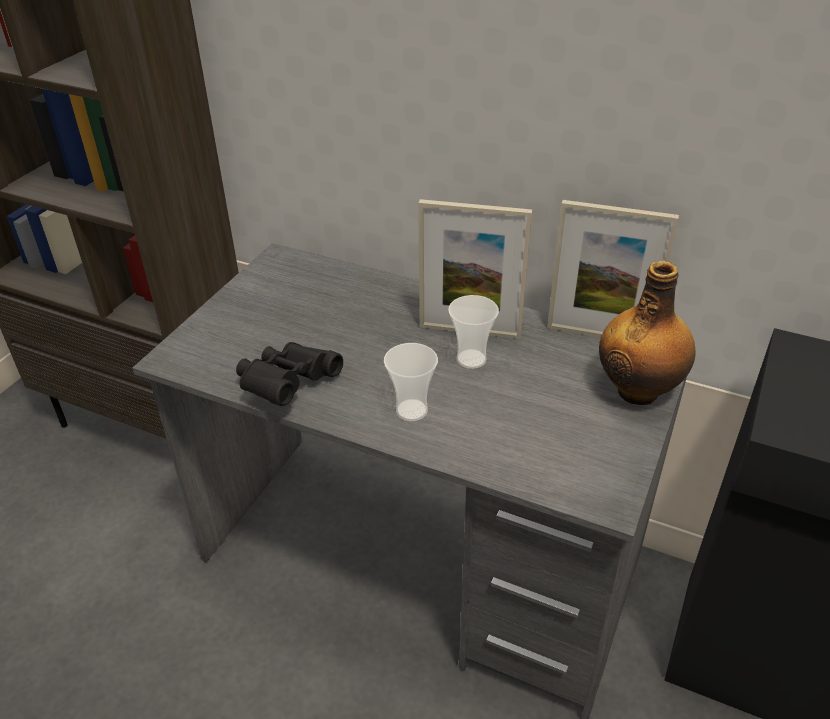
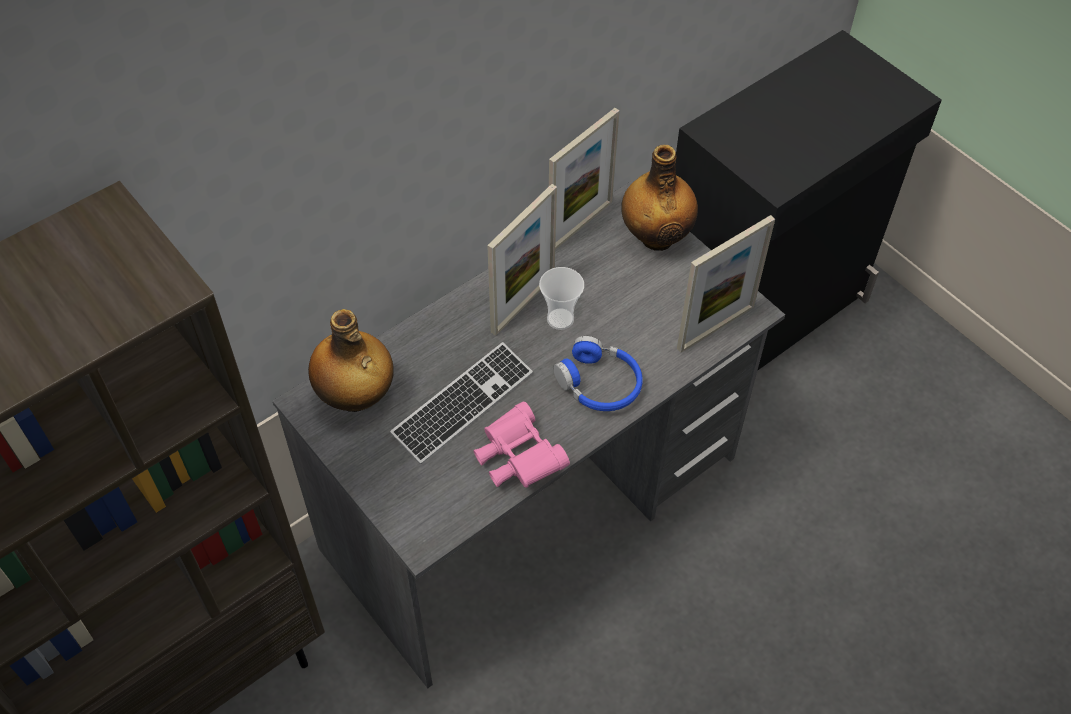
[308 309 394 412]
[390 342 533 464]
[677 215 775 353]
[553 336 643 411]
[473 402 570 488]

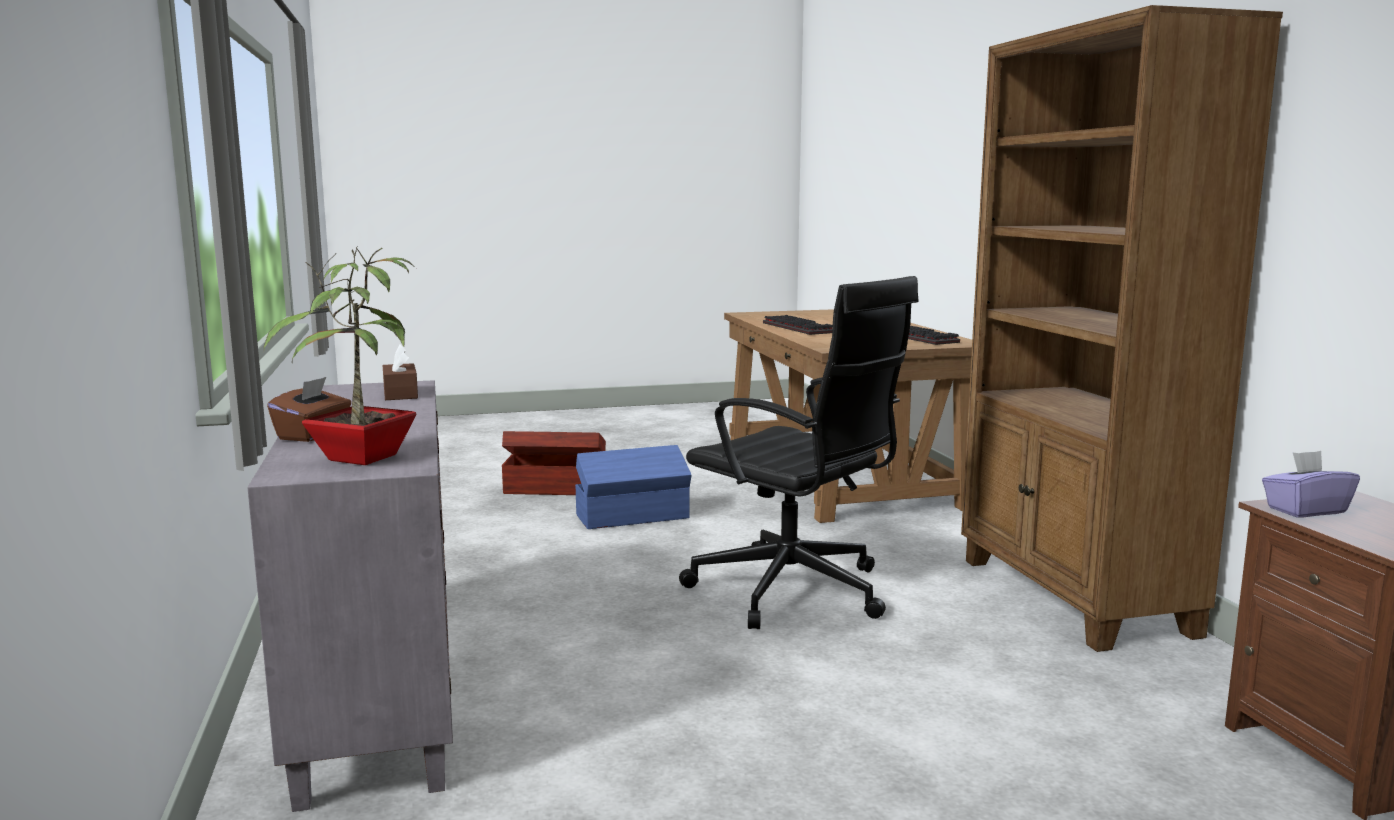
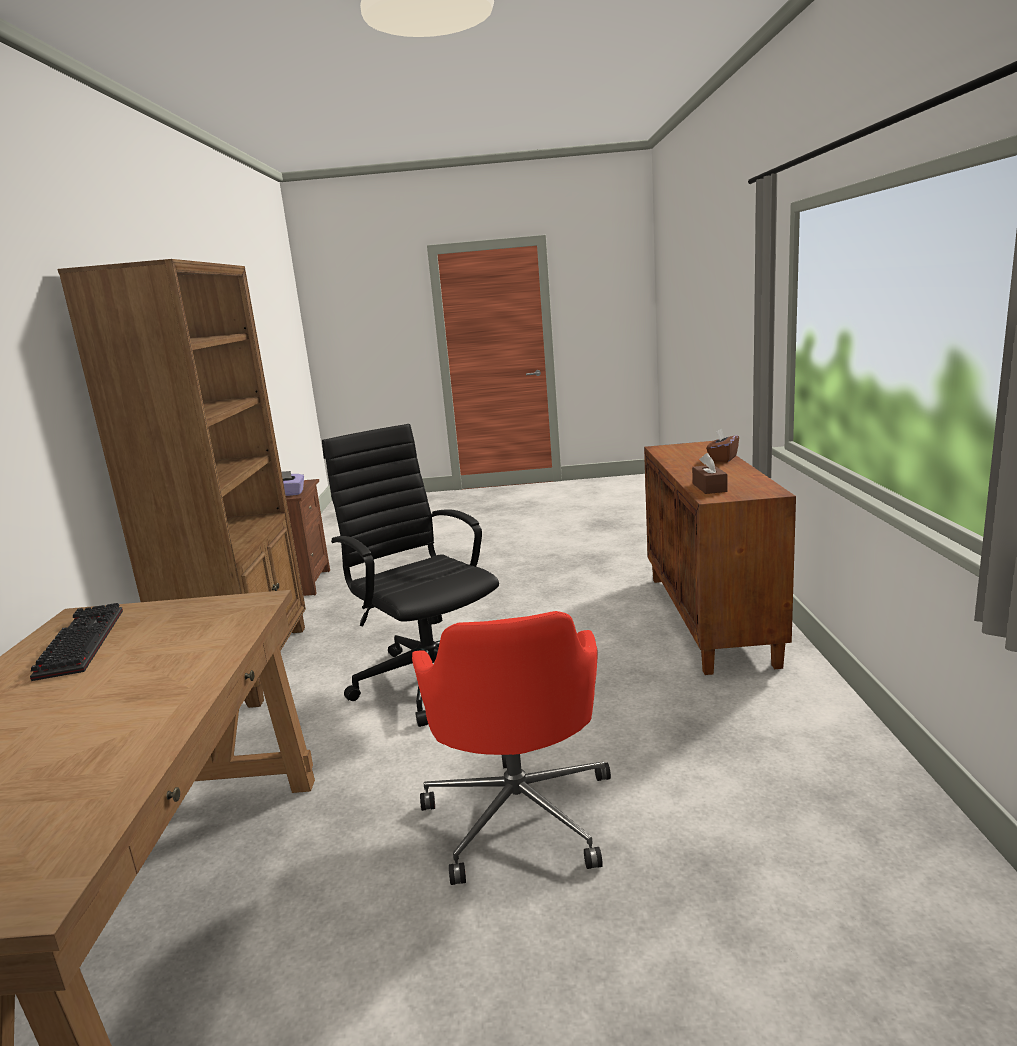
[264 248 417 465] (first image)
[502 431 606 495] (first image)
[763 315 833 335] (first image)
[412 611 611 885]
[644 441 796 675]

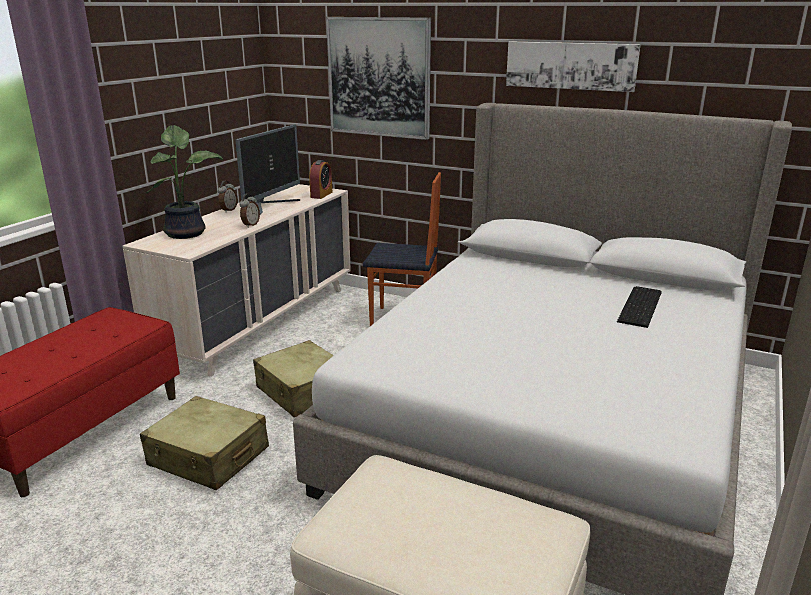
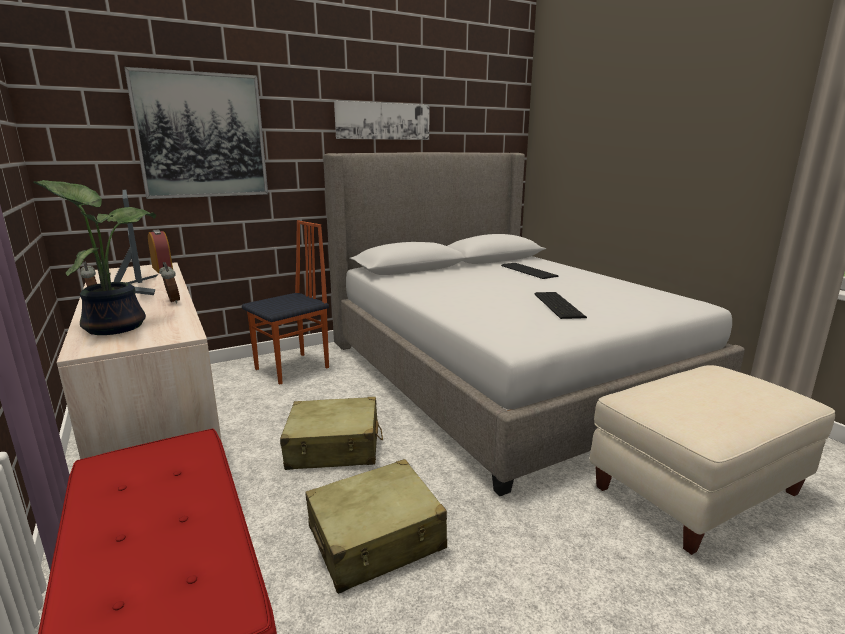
[534 292 587 319]

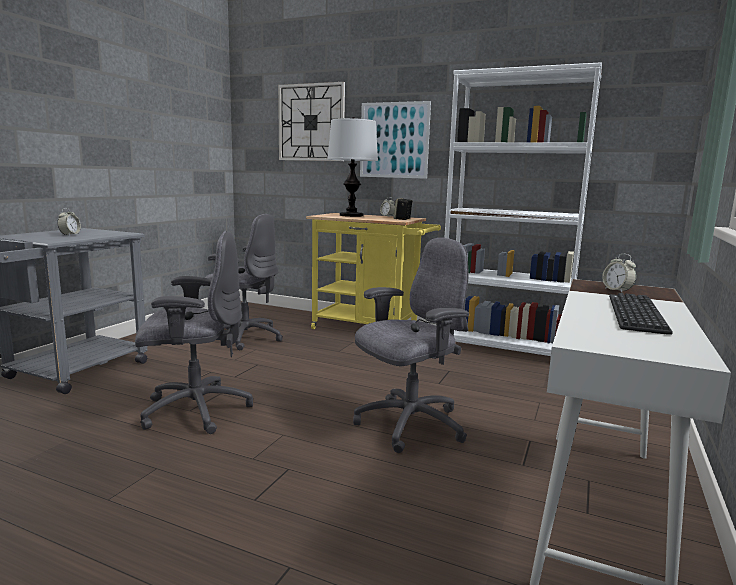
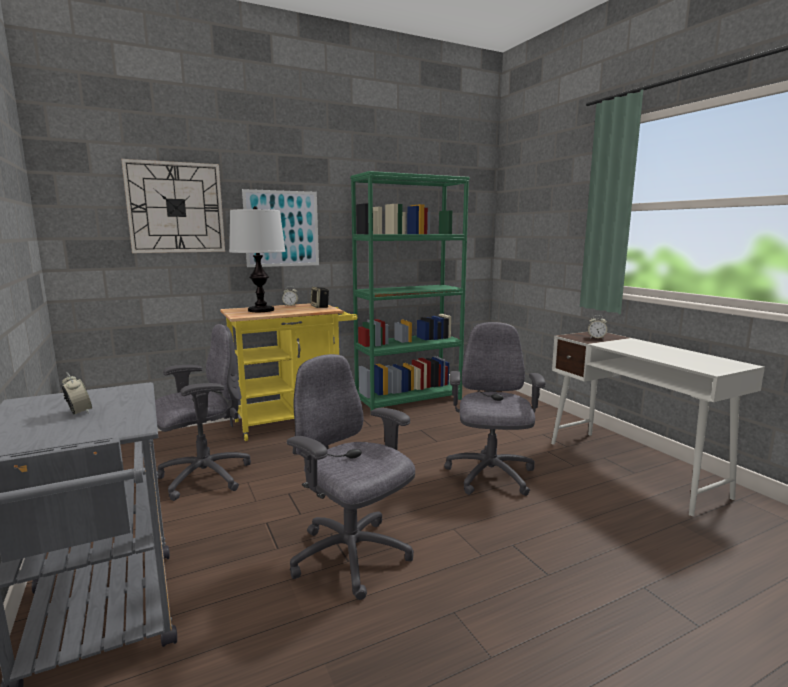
[609 293 673 335] (first image)
[350 171 470 414]
[287 354 415 600]

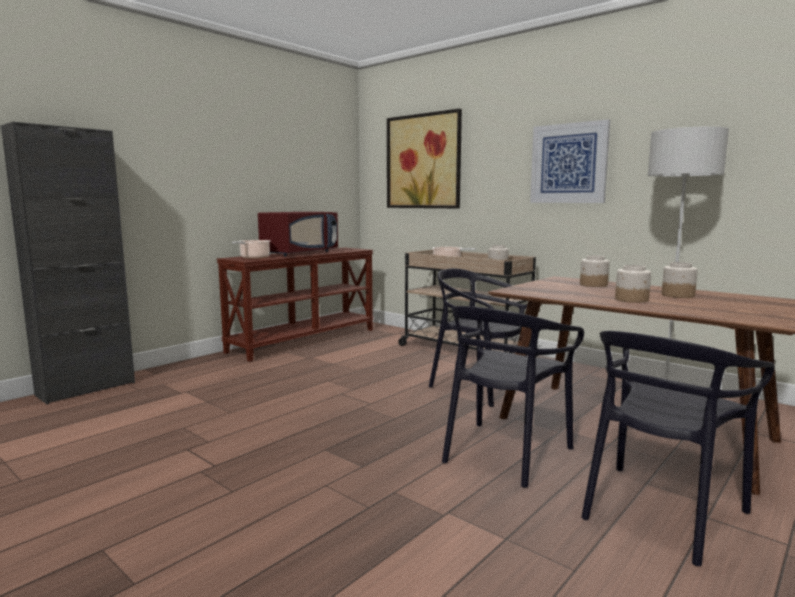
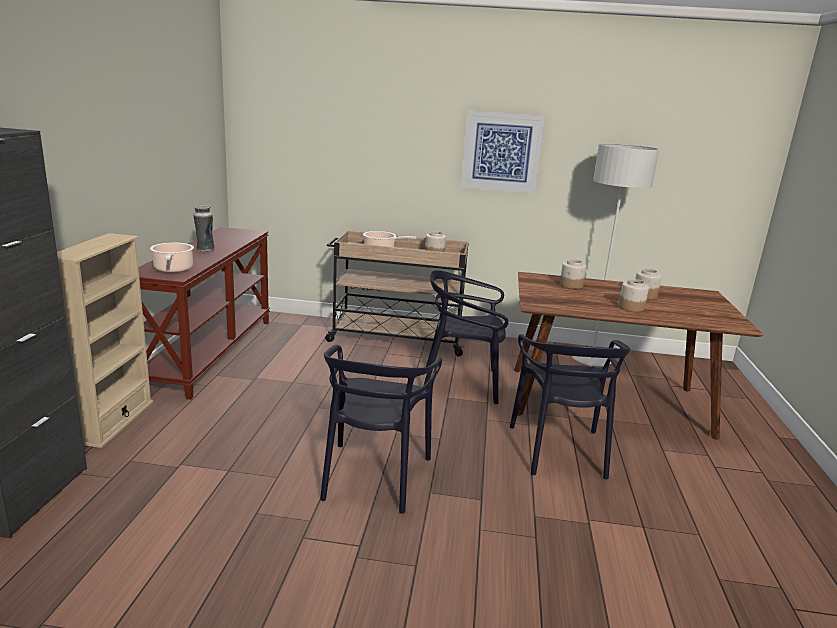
[387 108 462 208] (first image)
[57 233 153 448]
[320 345 442 514]
[193 205 215 252]

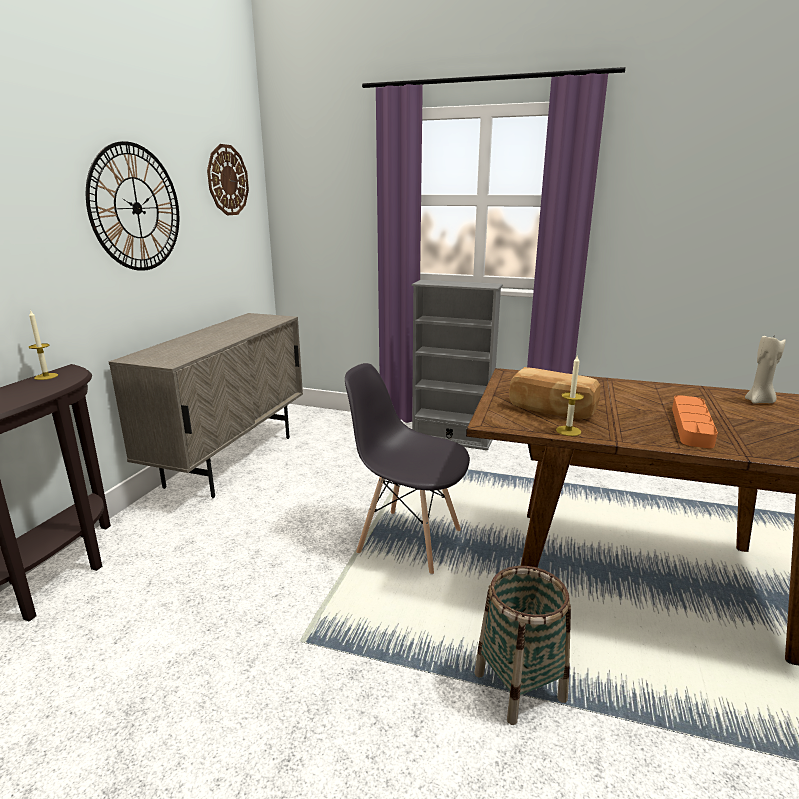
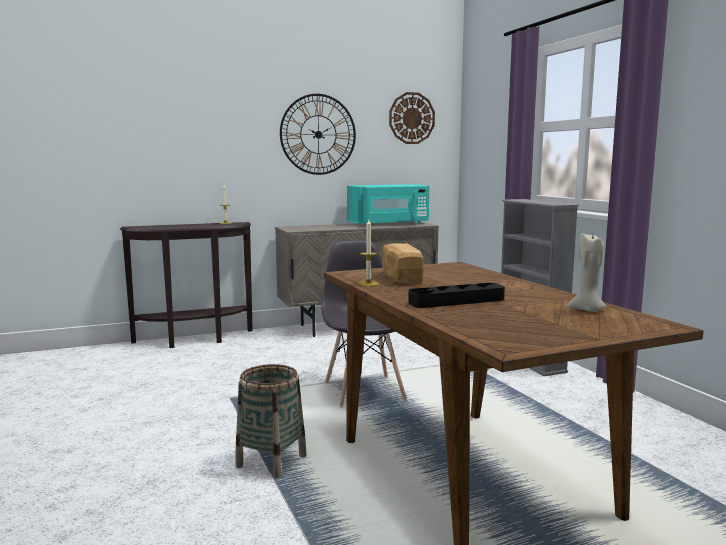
[347 184 429 224]
[408 283 505 308]

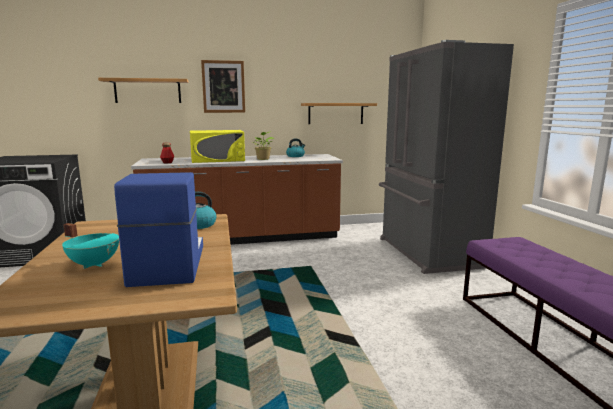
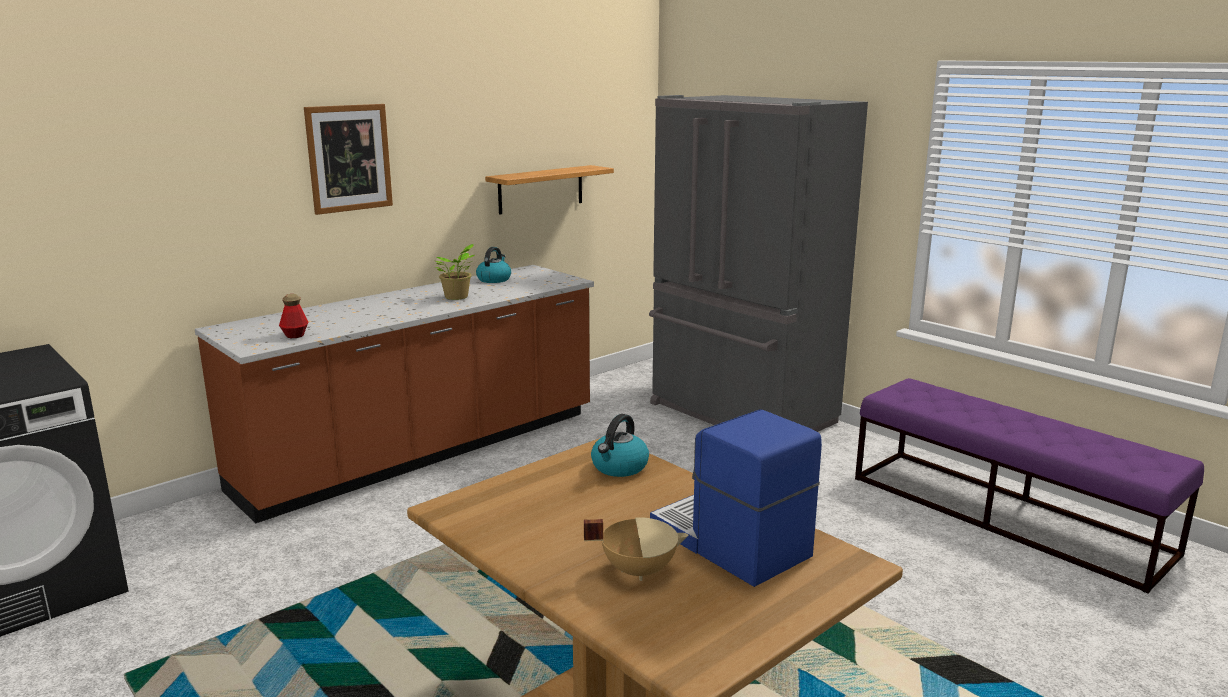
[98 78 189 103] (first image)
[190 130 245 163] (first image)
[584 517 688 581]

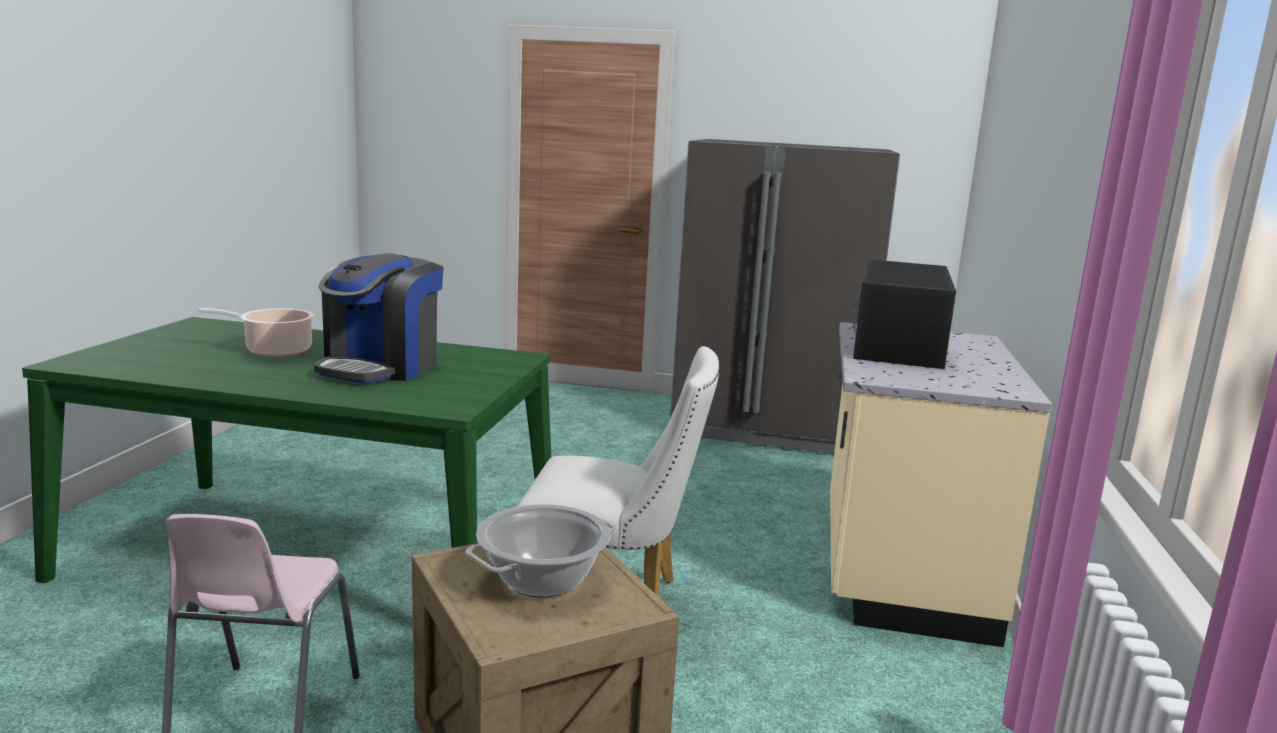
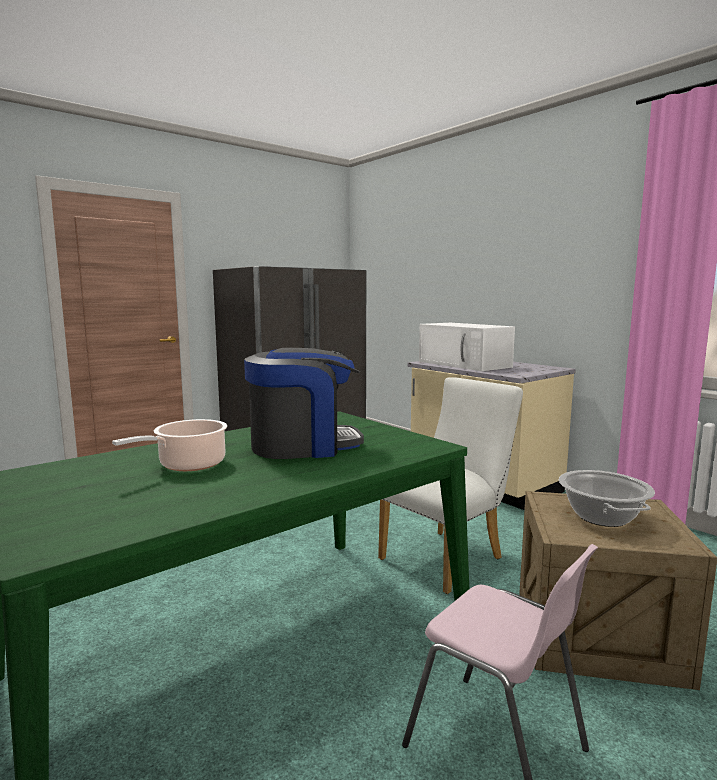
[419 323 515 371]
[244 348 364 459]

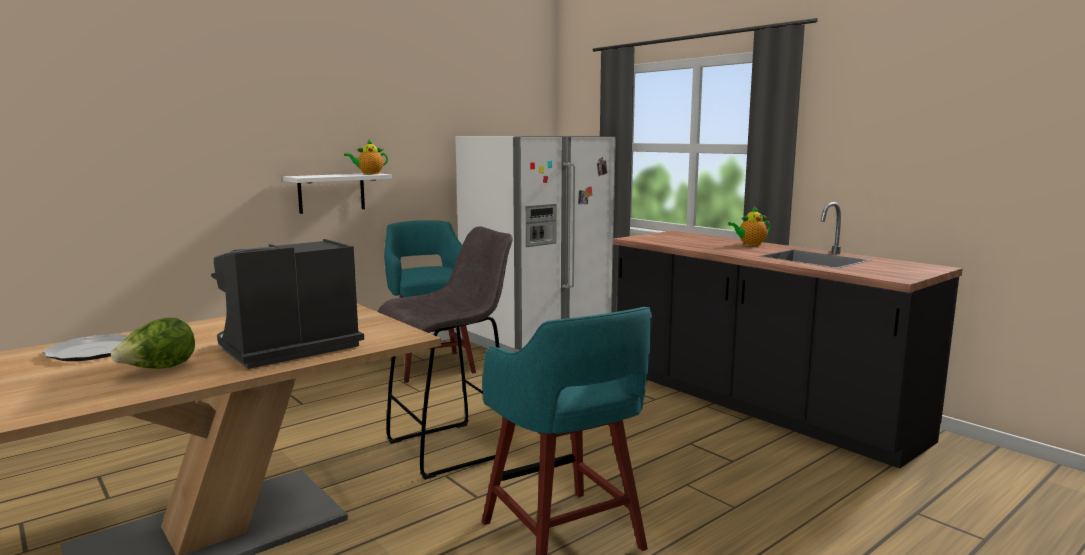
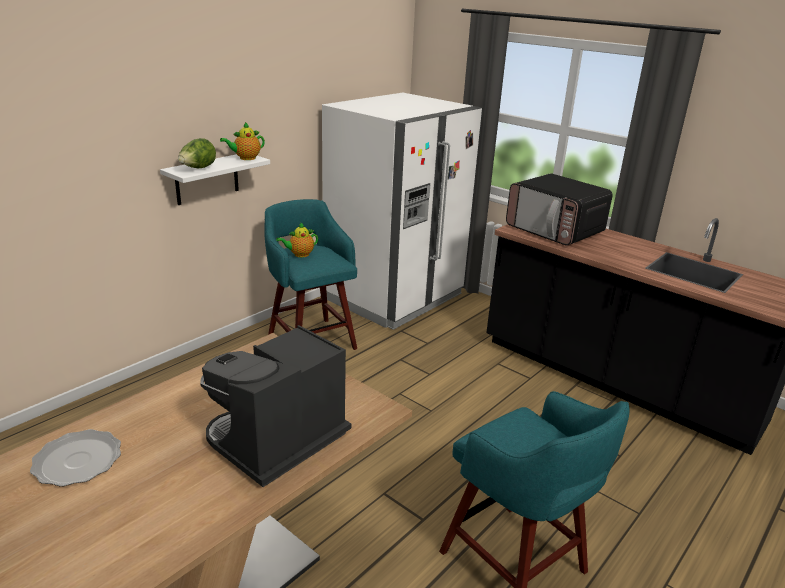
[378 226 513 480] (first image)
[506 173 613 246]
[178 138 216 168]
[276 222 318 257]

